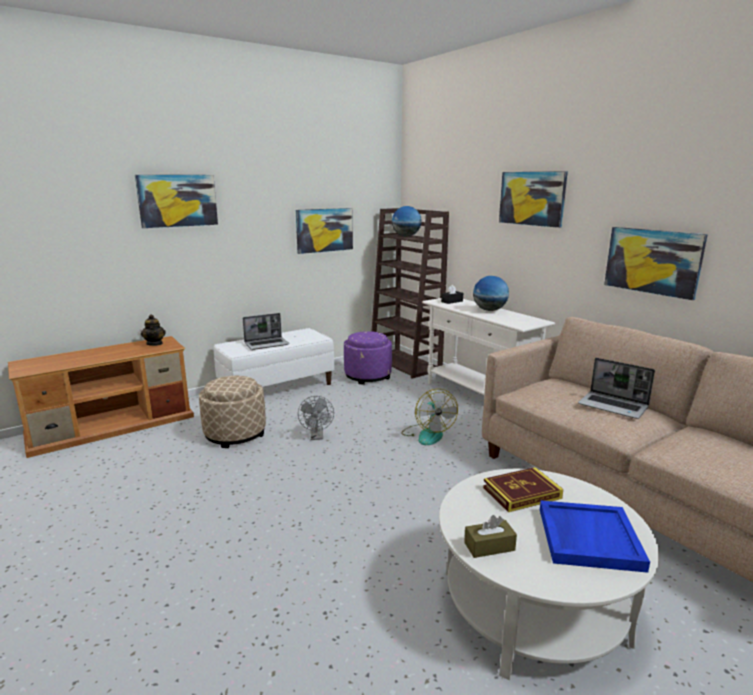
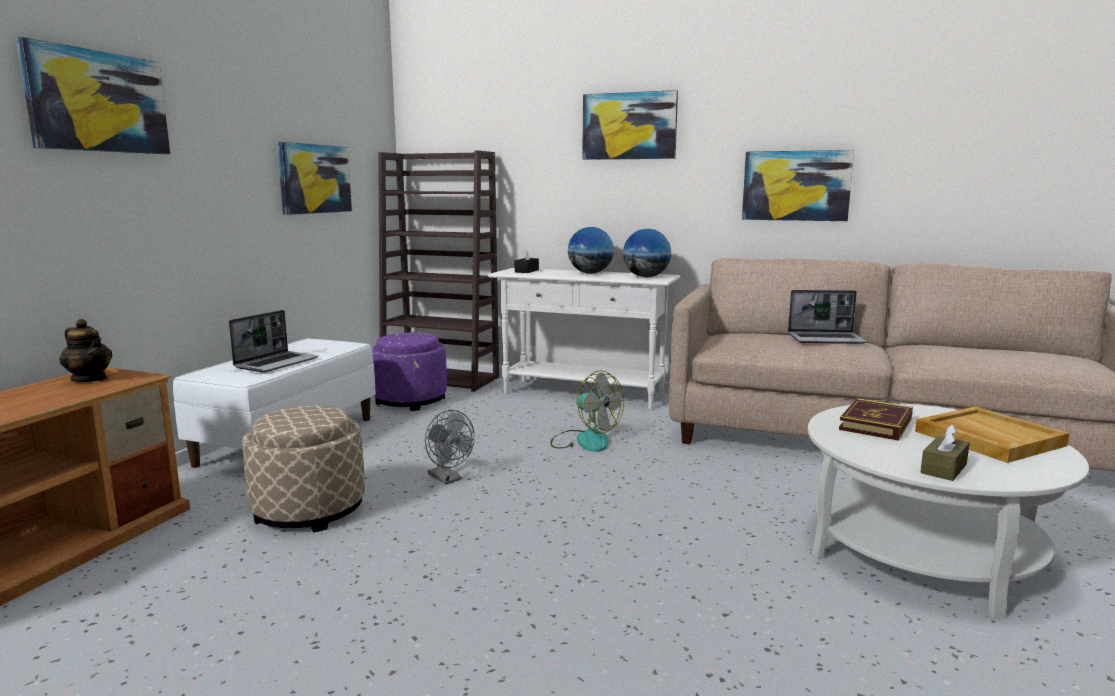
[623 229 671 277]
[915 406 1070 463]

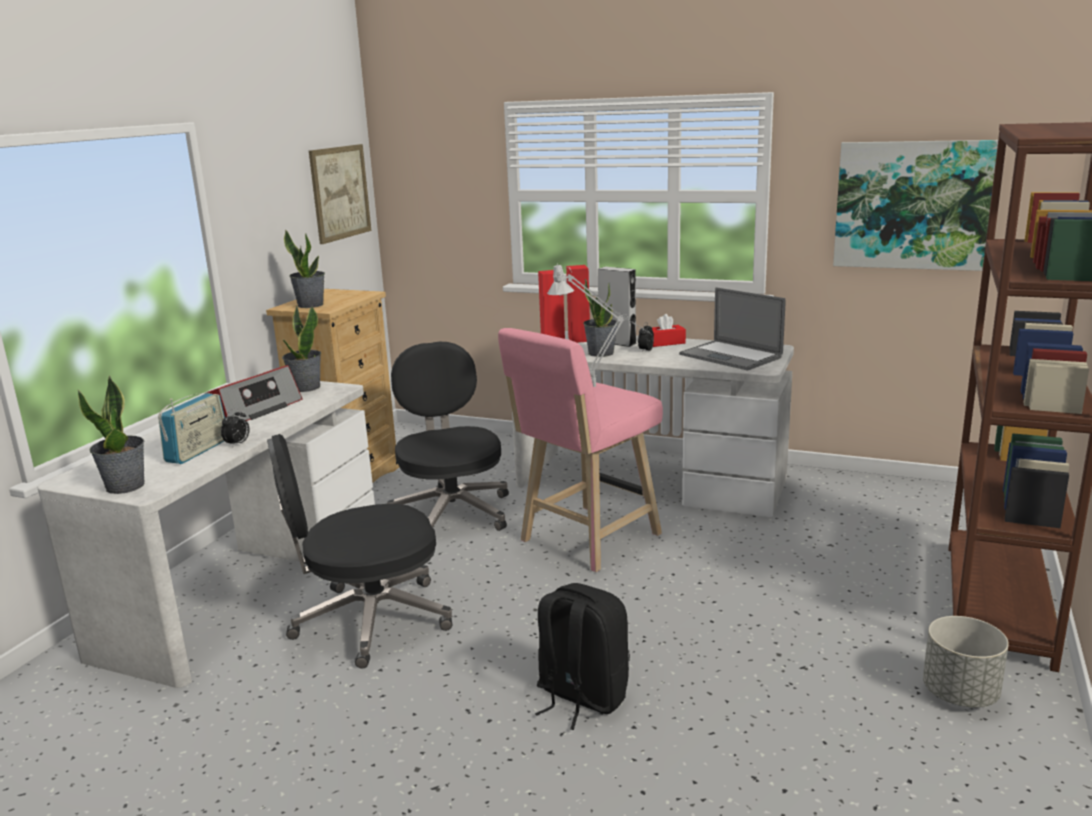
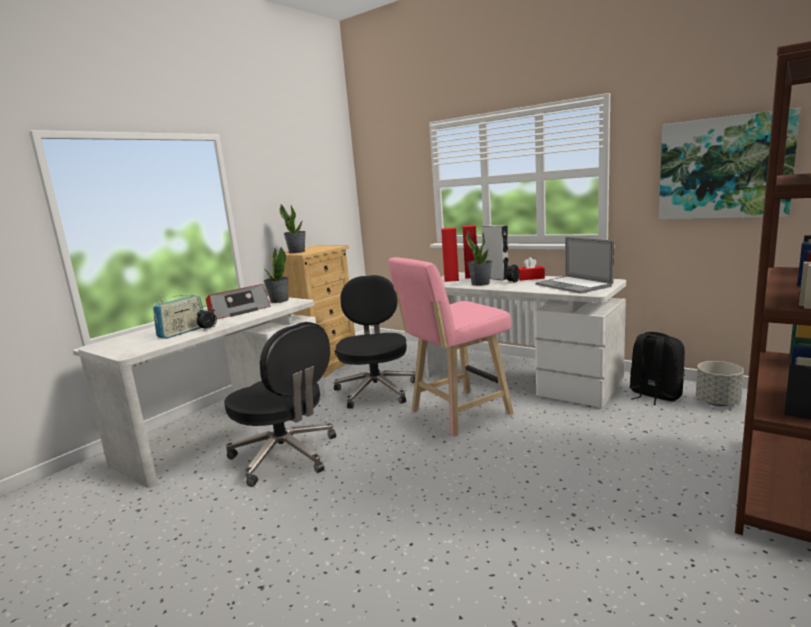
[78 376 145 494] (first image)
[309 144 372 244] (first image)
[547 263 649 387] (first image)
[629 332 685 405]
[696 361 744 406]
[224 322 336 487]

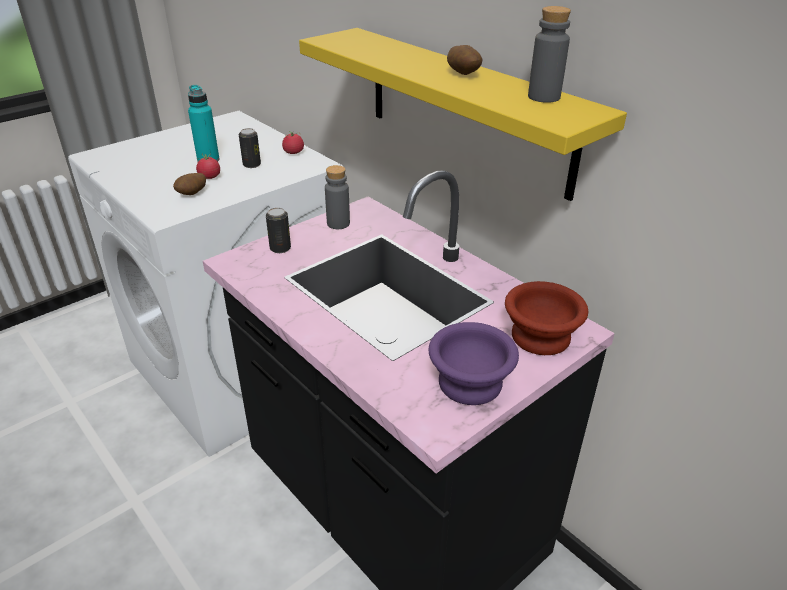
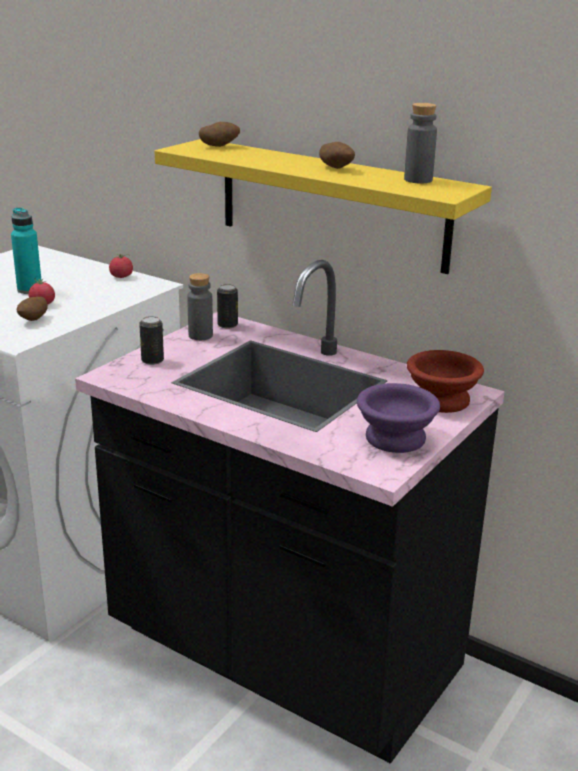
[199 122 240 147]
[217 284 238 329]

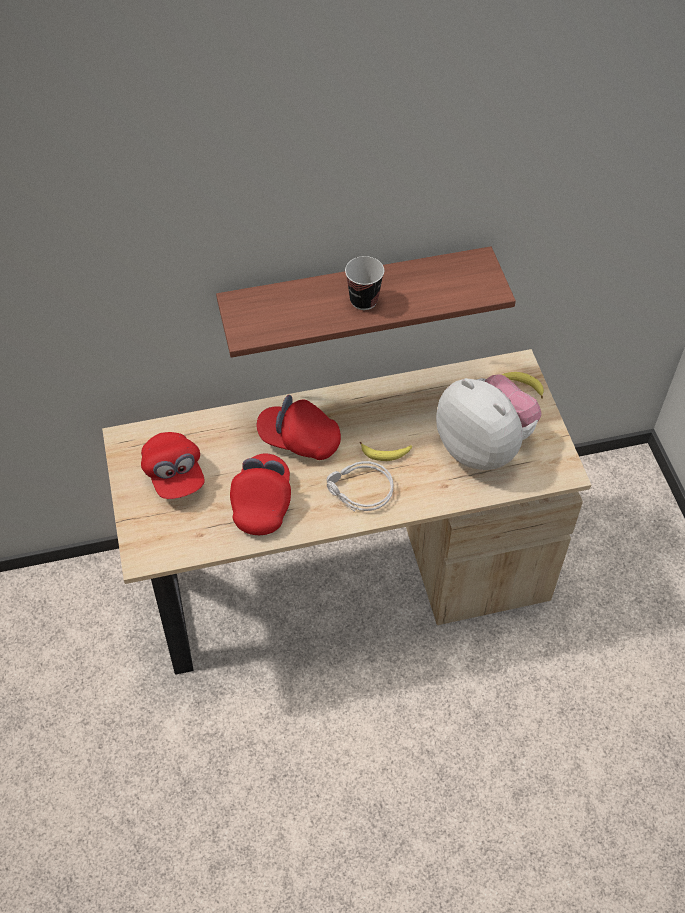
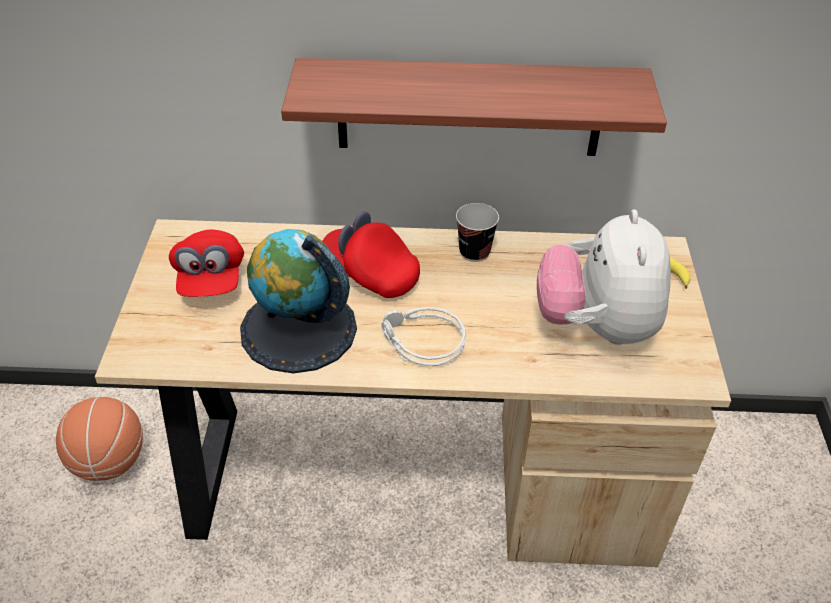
[360 442 412 461] (first image)
[56 397 143 481]
[456 203 499 262]
[240 229 357 374]
[537 209 671 345]

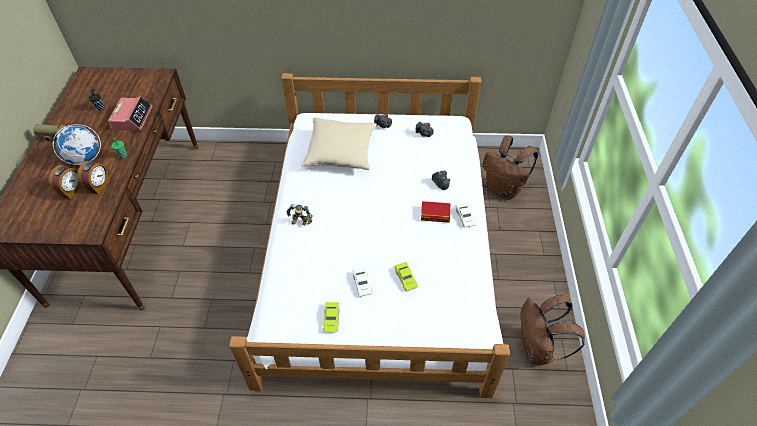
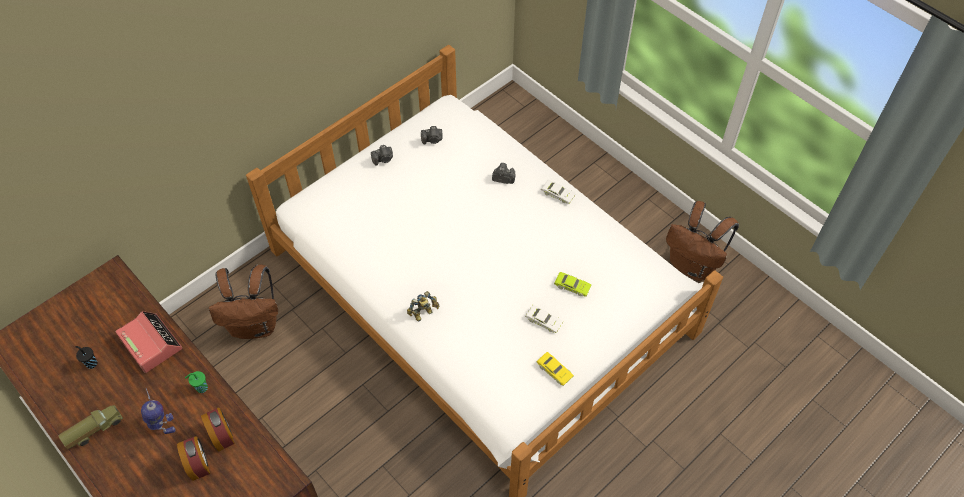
[301 118 377 170] (first image)
[421 201 450 223] (first image)
[209 264 278 339]
[141 388 176 434]
[536 352 574 386]

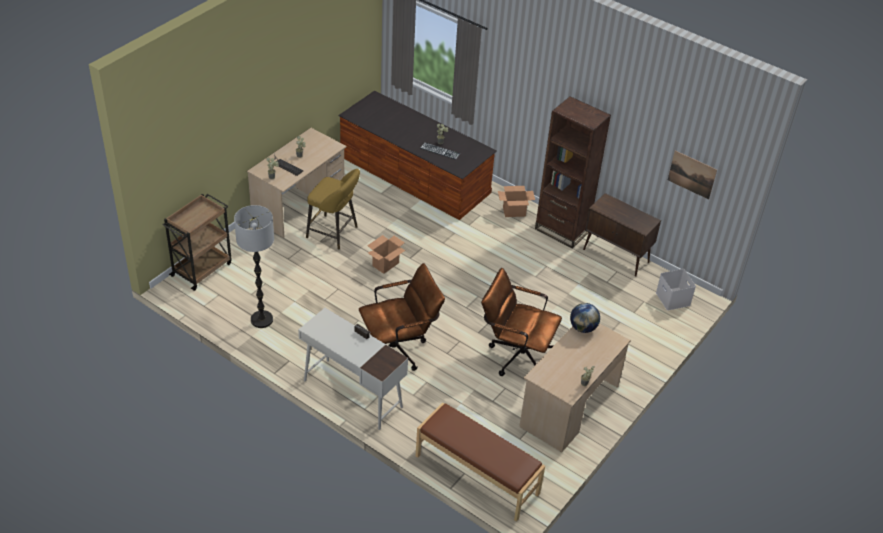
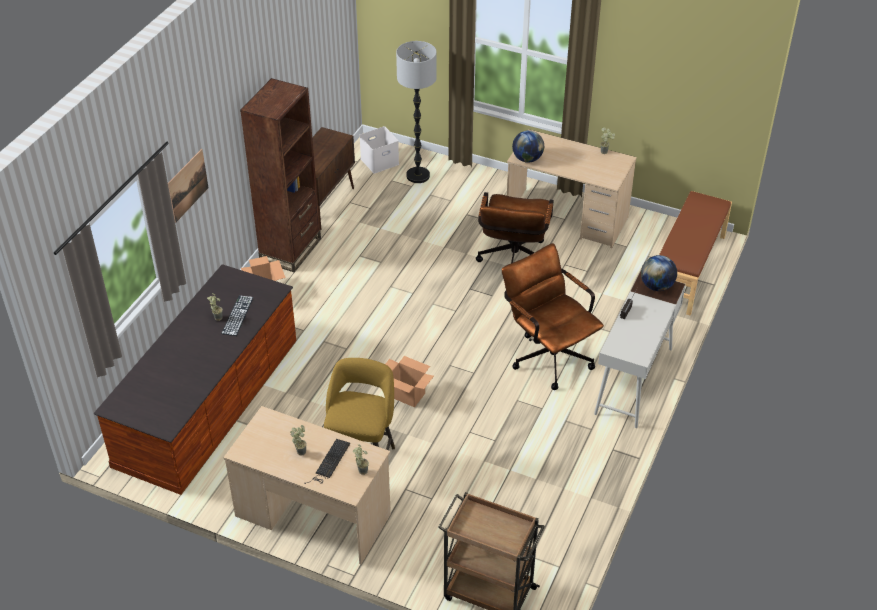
[641 255 677 291]
[396 41 437 183]
[168 149 208 223]

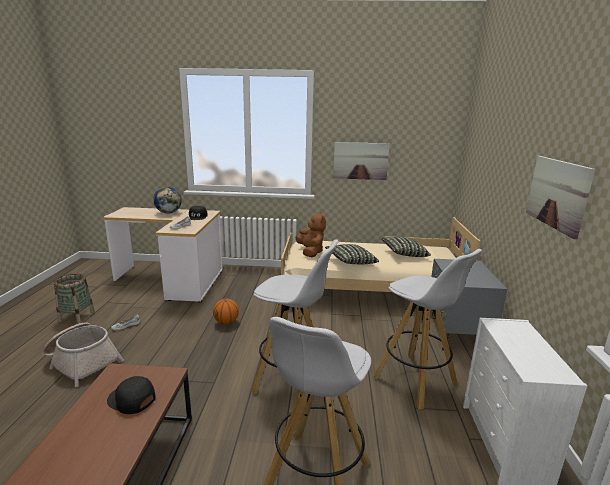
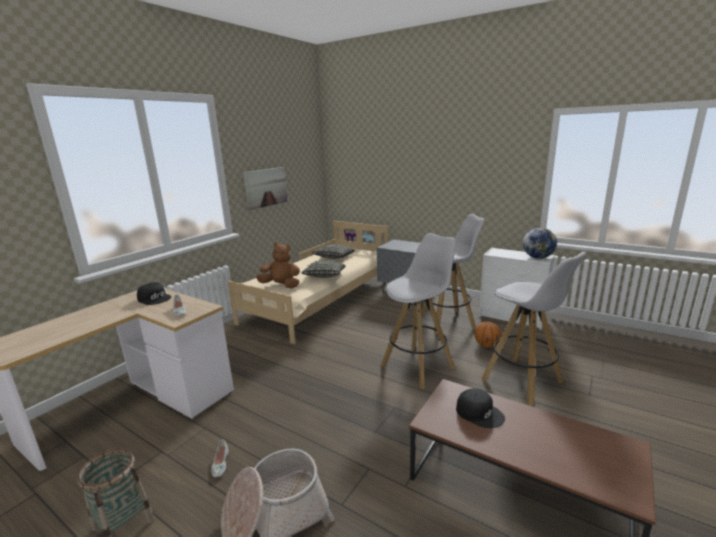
[526 156 595 239] (first image)
[523 228 557 259]
[474 321 501 348]
[456 388 505 428]

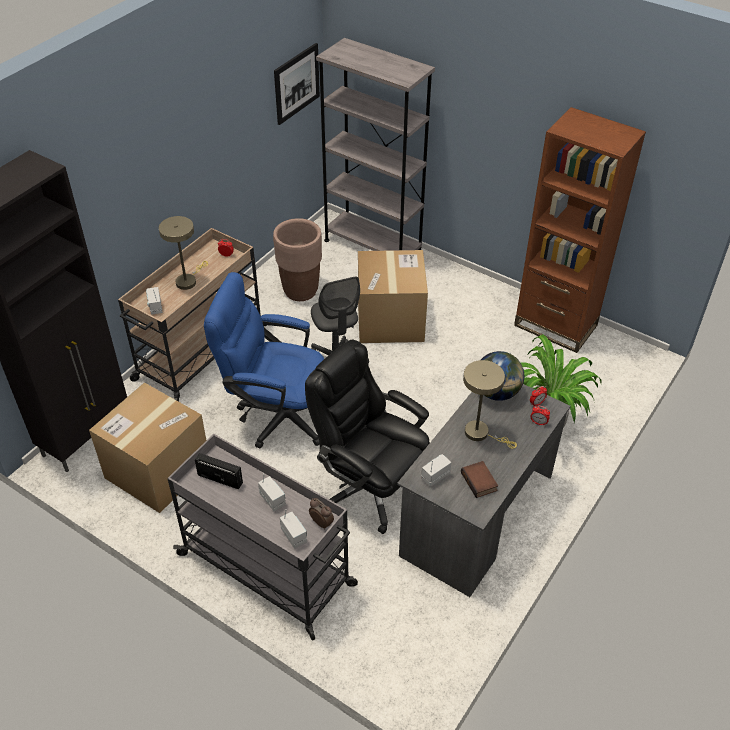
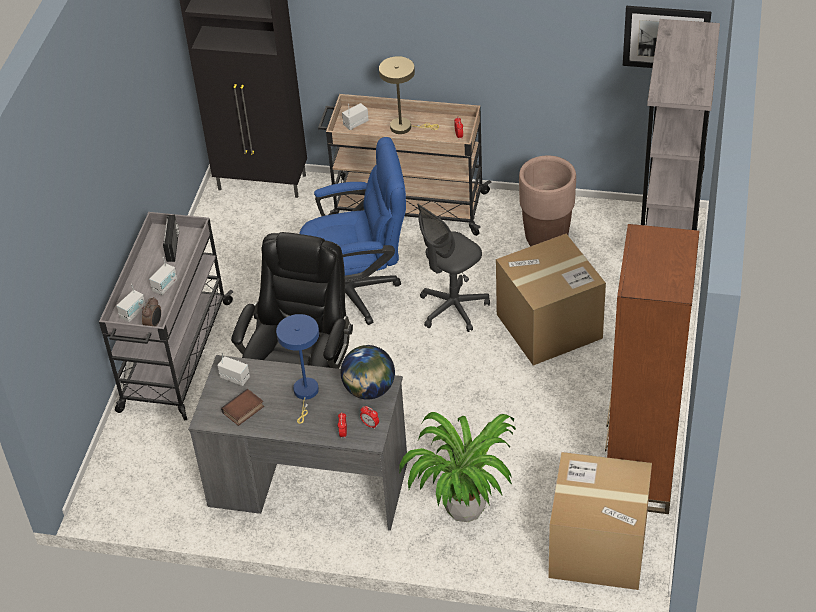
[548 452 652 590]
[276 314 319 424]
[299 137 406 325]

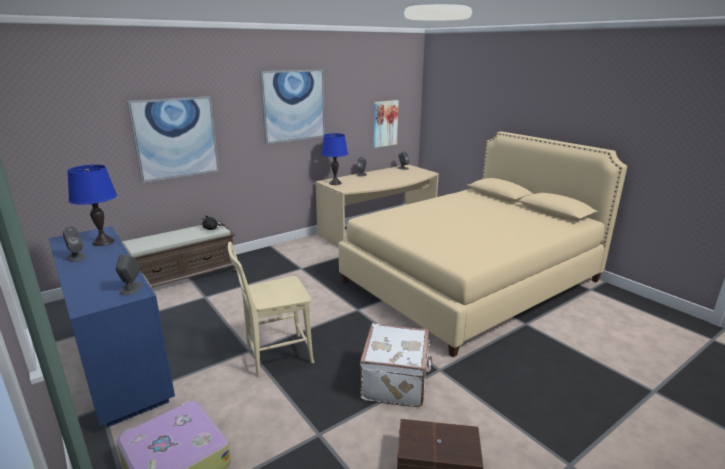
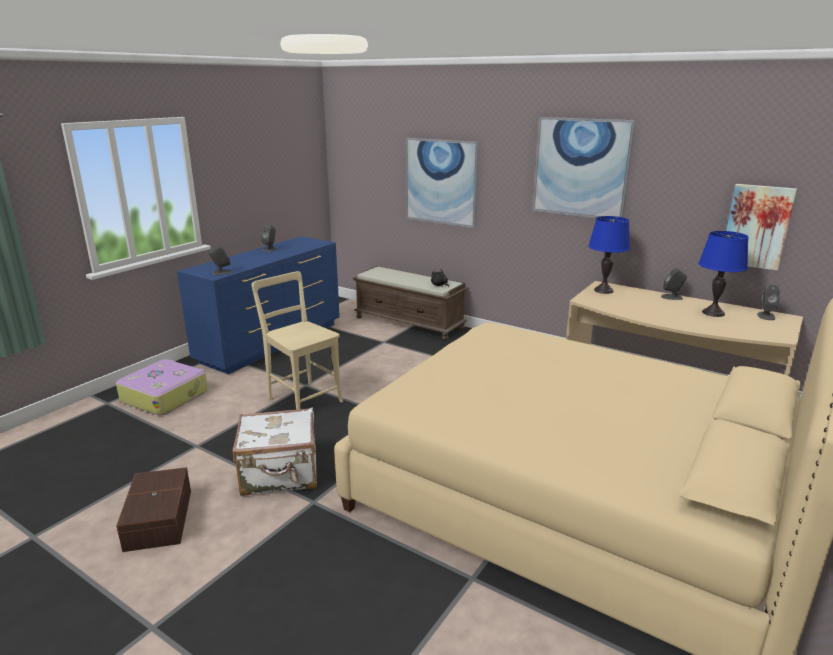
[698 231 749 317]

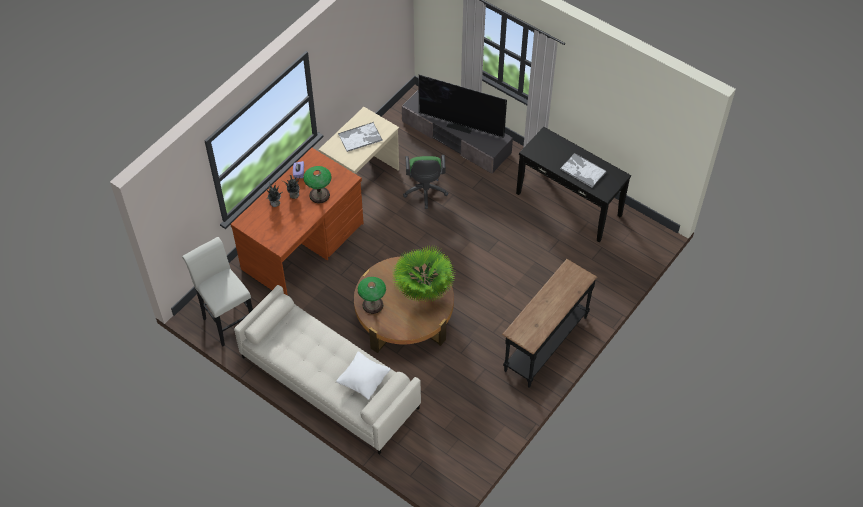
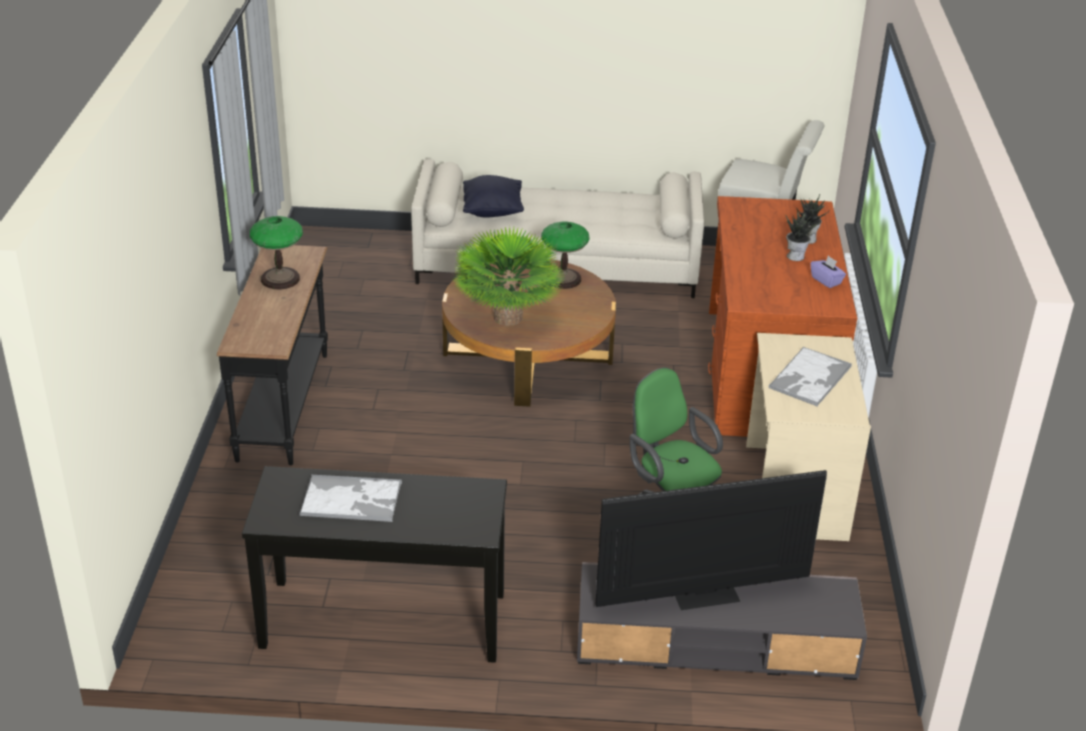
[250 216 303 289]
[463 175 524 218]

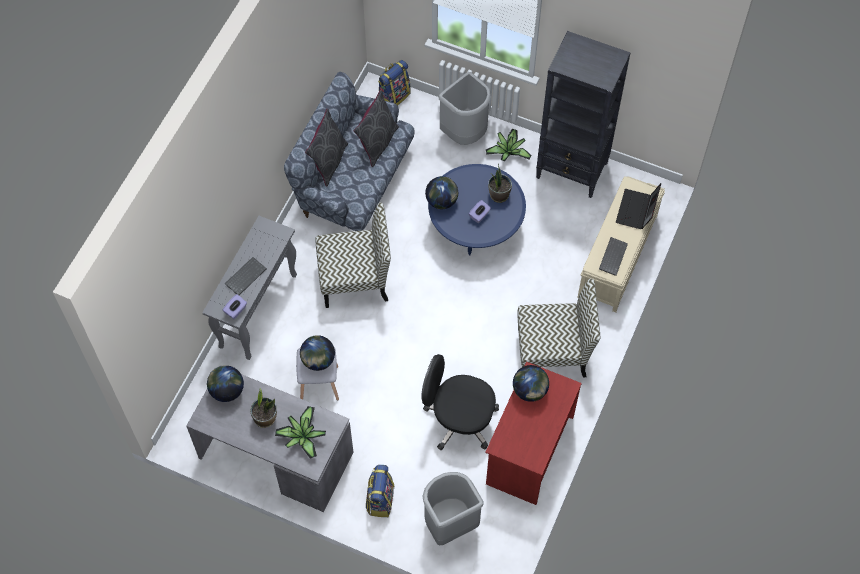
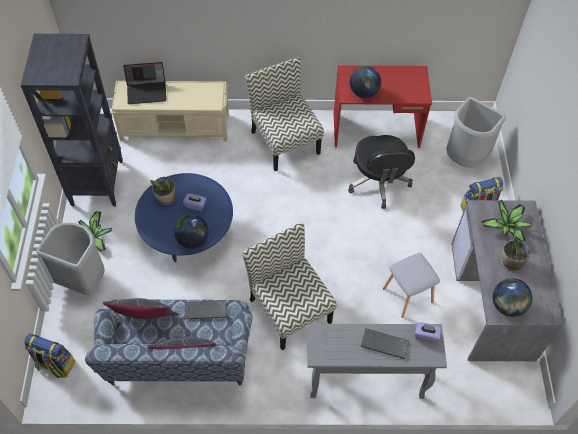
[300 335 335 371] (first image)
[184 300 227 319]

